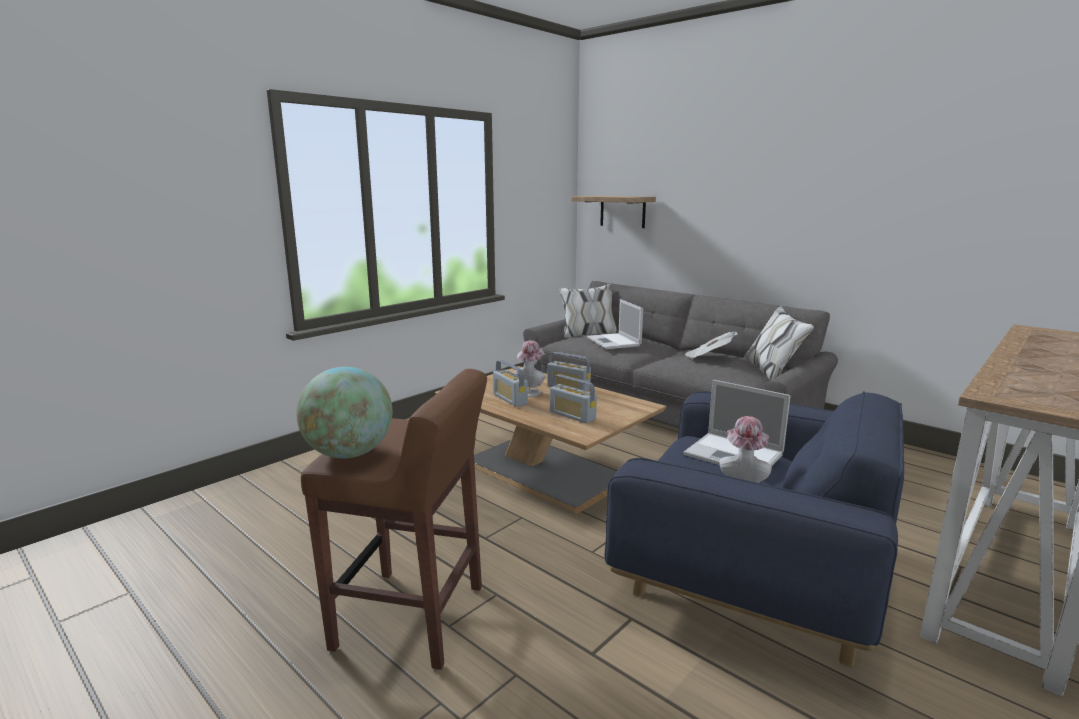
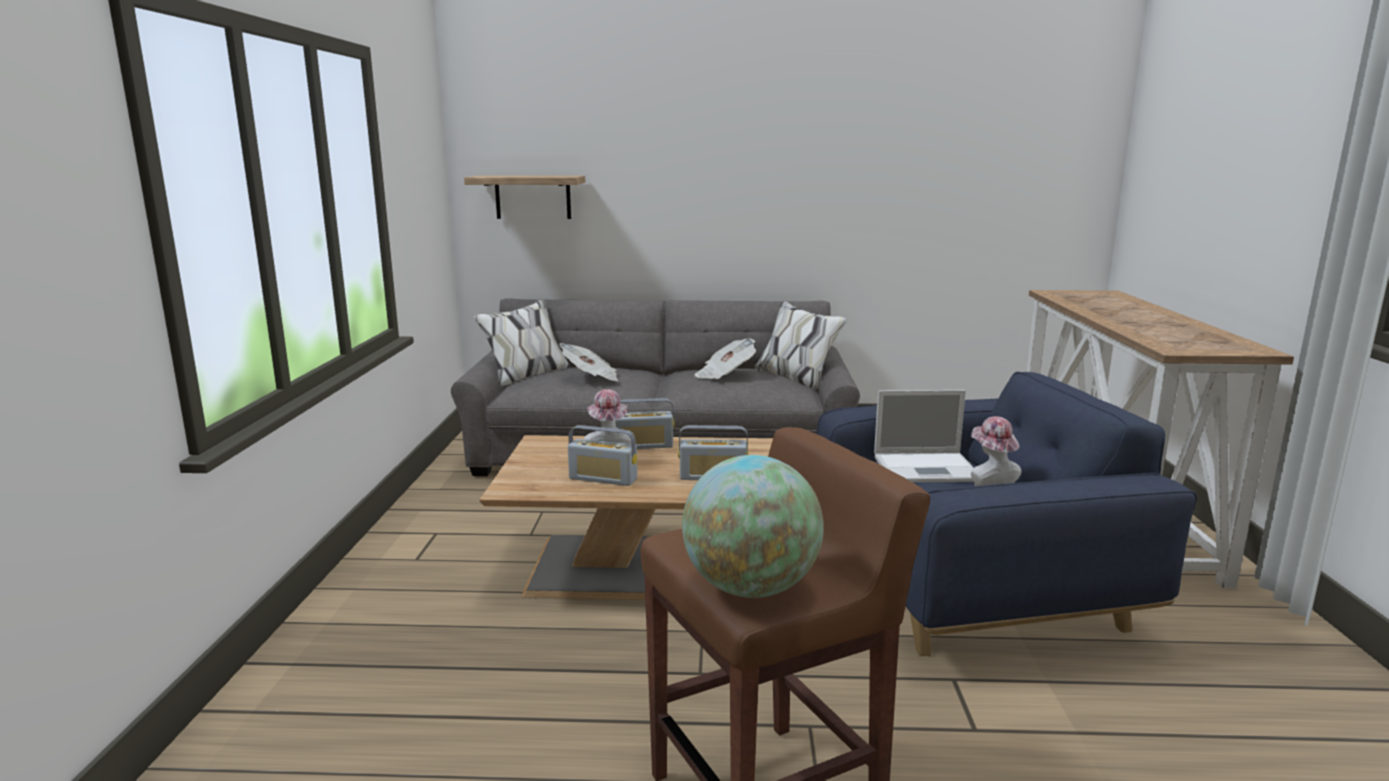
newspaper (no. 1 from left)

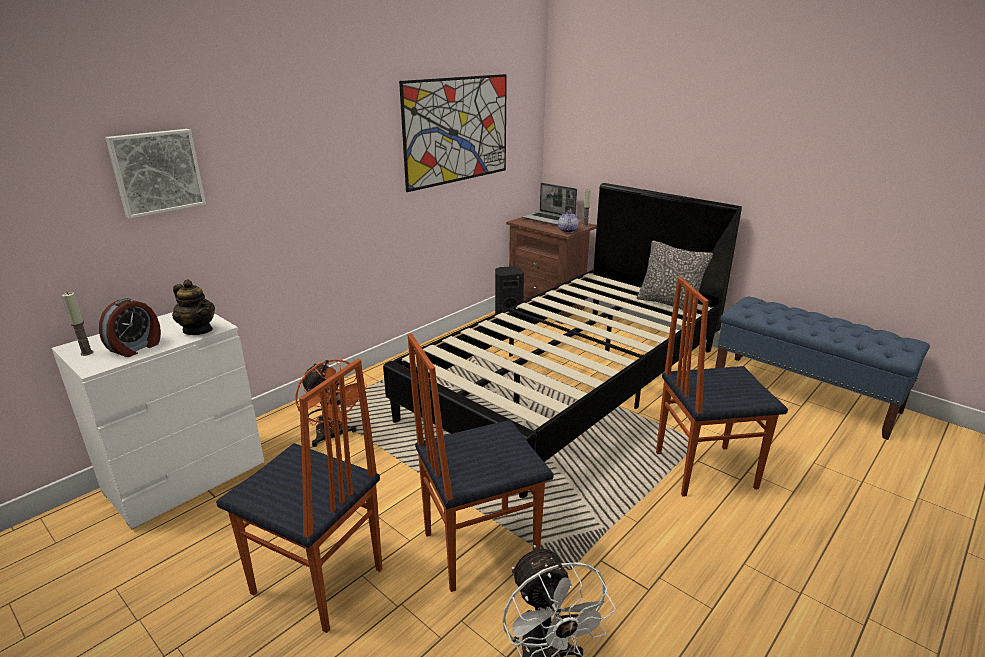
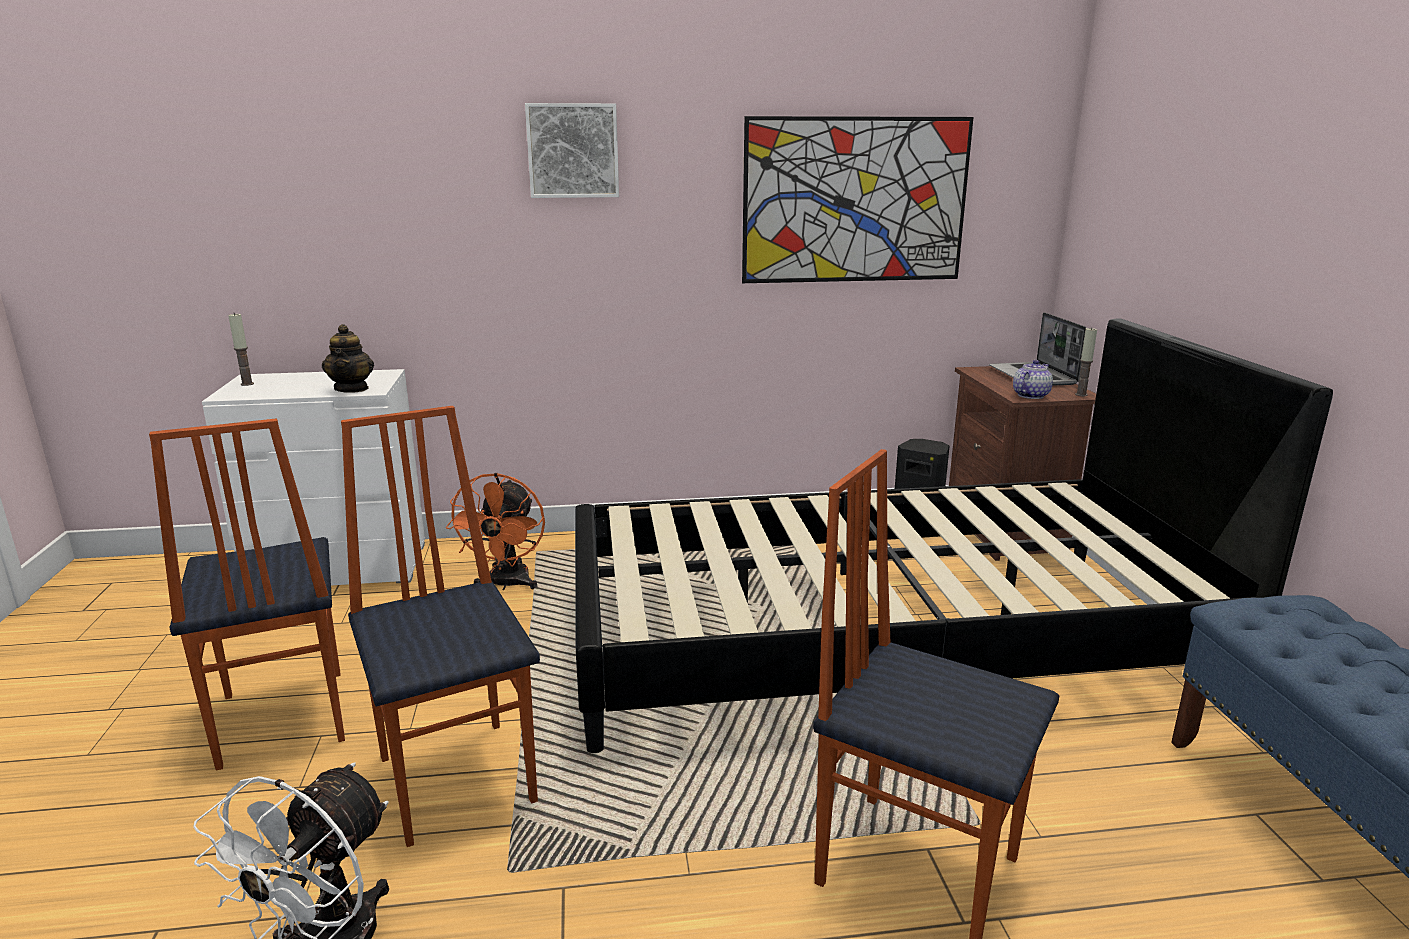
picture (no. 1 from left)
pillow
alarm clock
chair (no. 2 from left)

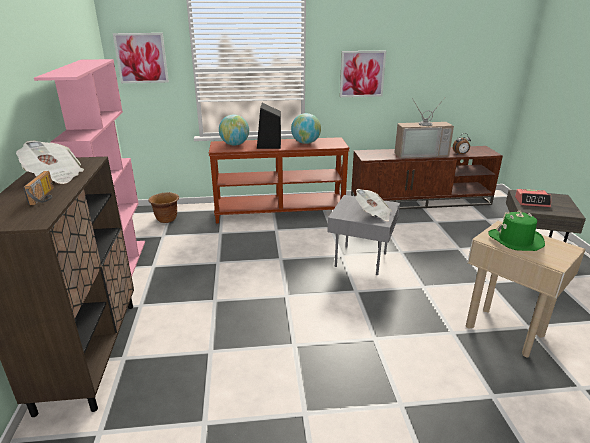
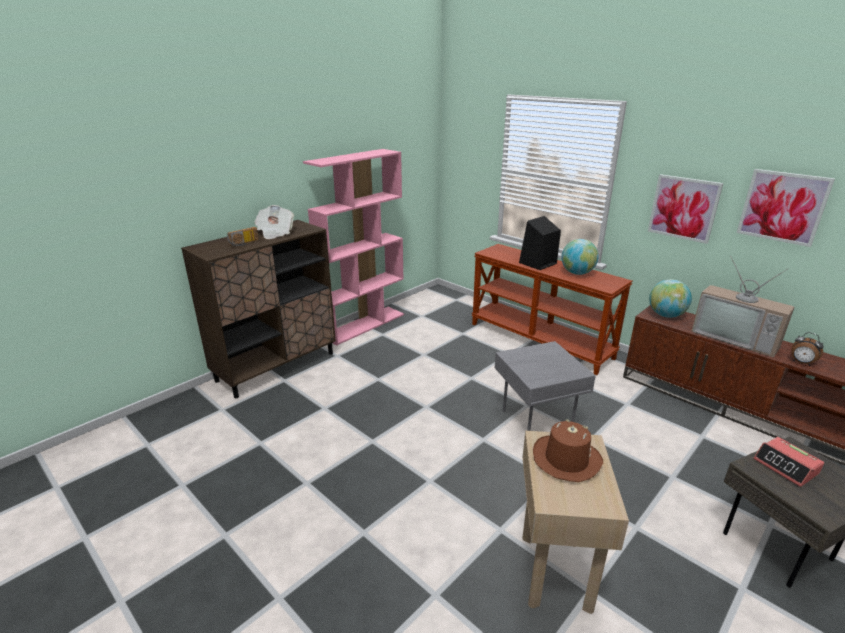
picture (no. 2 from left)
globe (no. 2 from left)
newspaper (no. 2 from left in the first image)
brown planter
brown hat

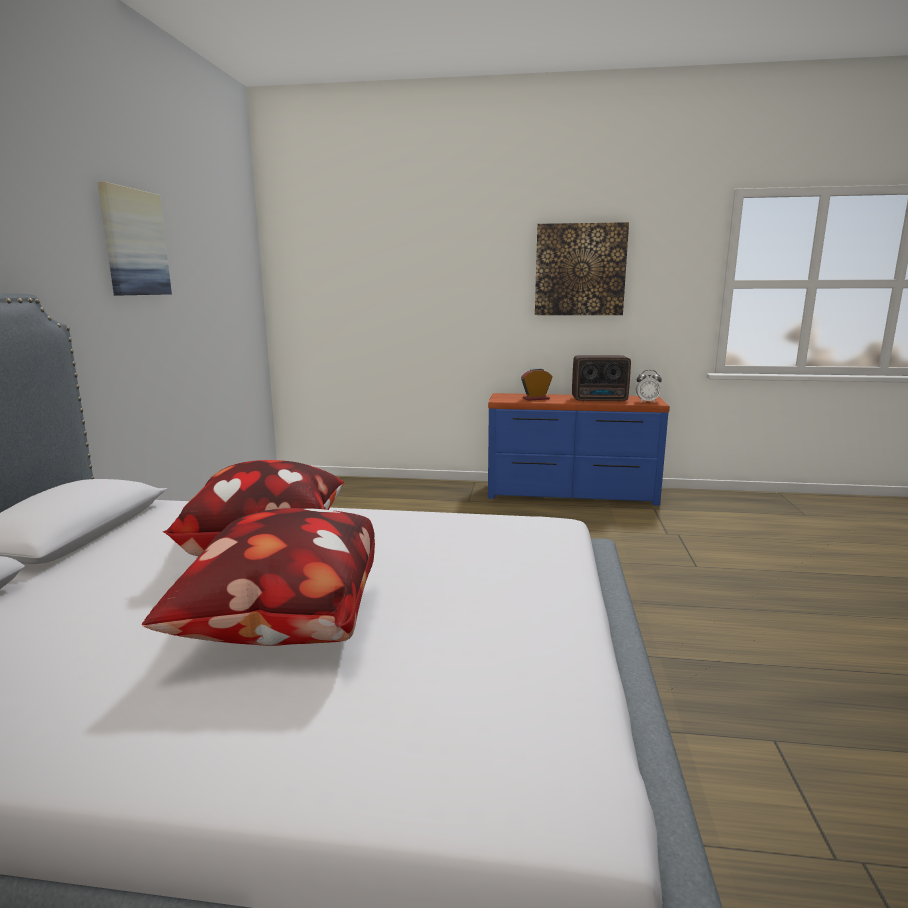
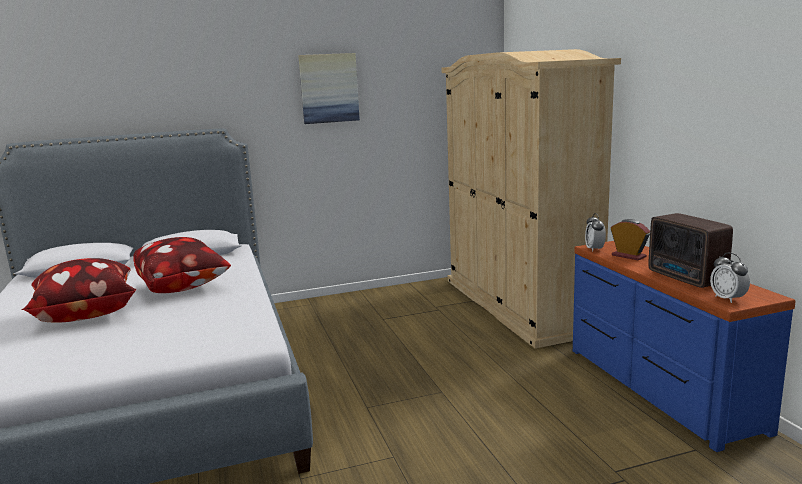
picture (no. 2 from left in the first image)
beige wardrobe
alarm clock (no. 1 from left)

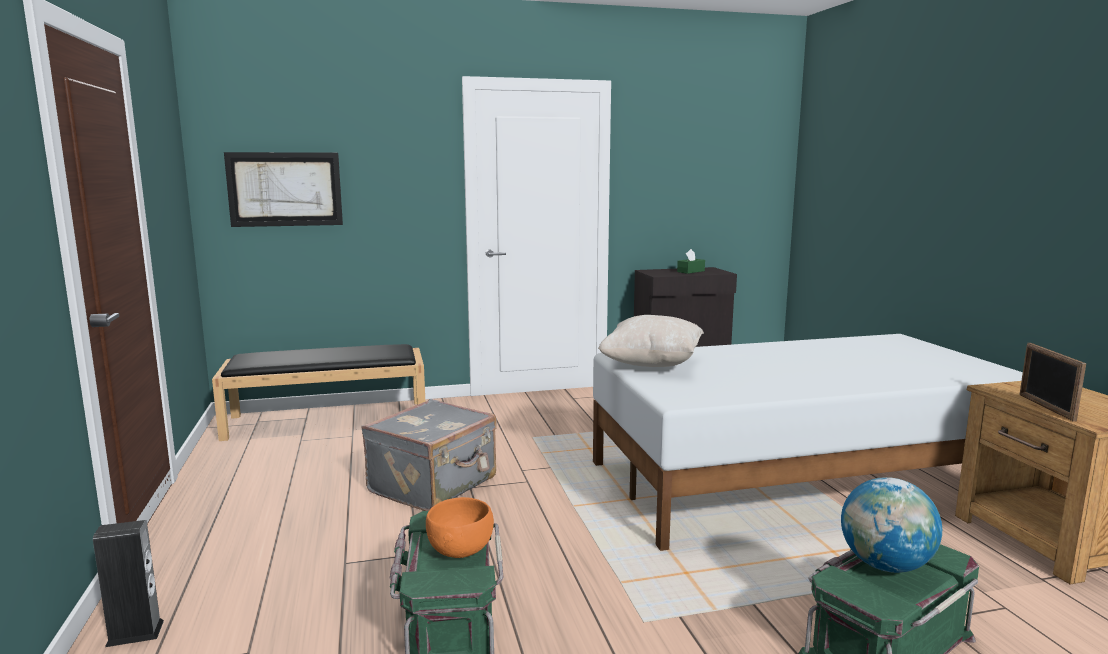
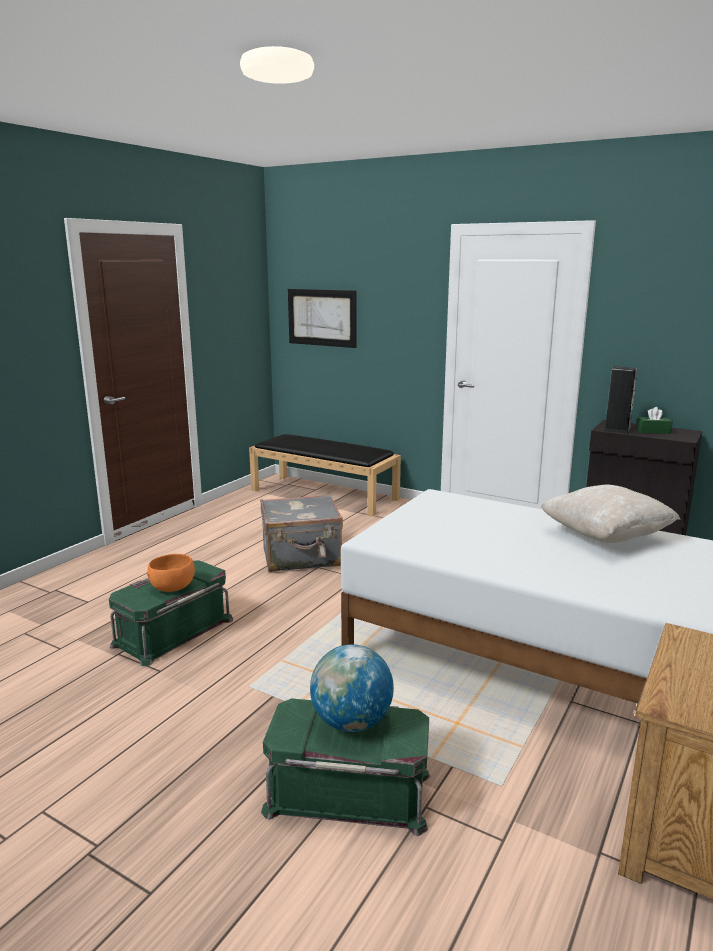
beige pillow
picture frame
speaker

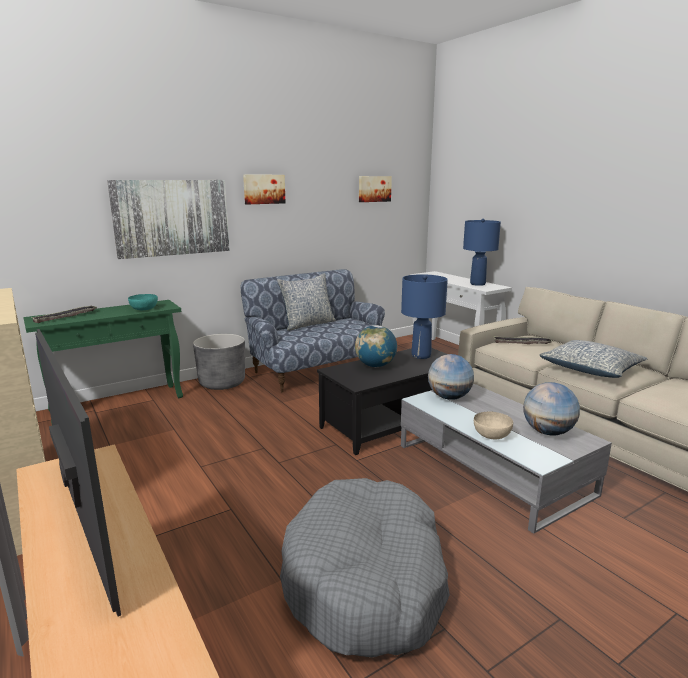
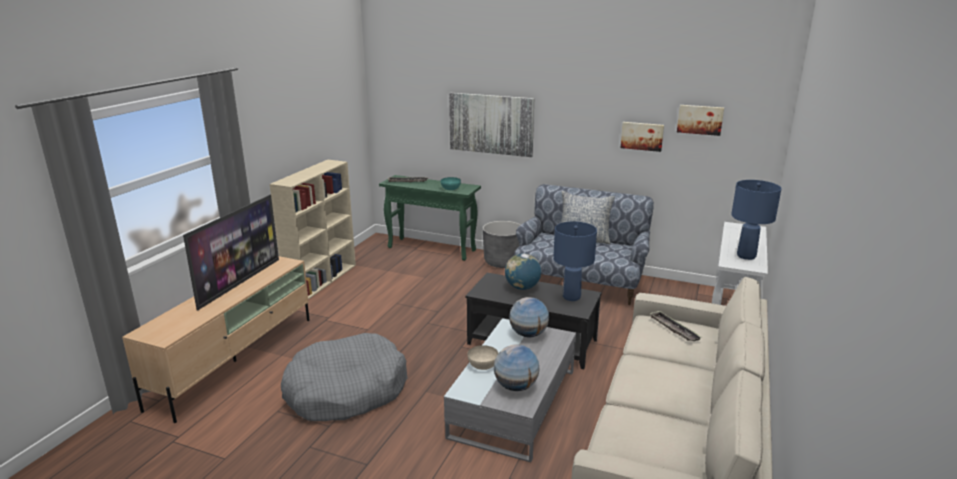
picture (no. 2 from left)
pillow (no. 2 from left in the first image)

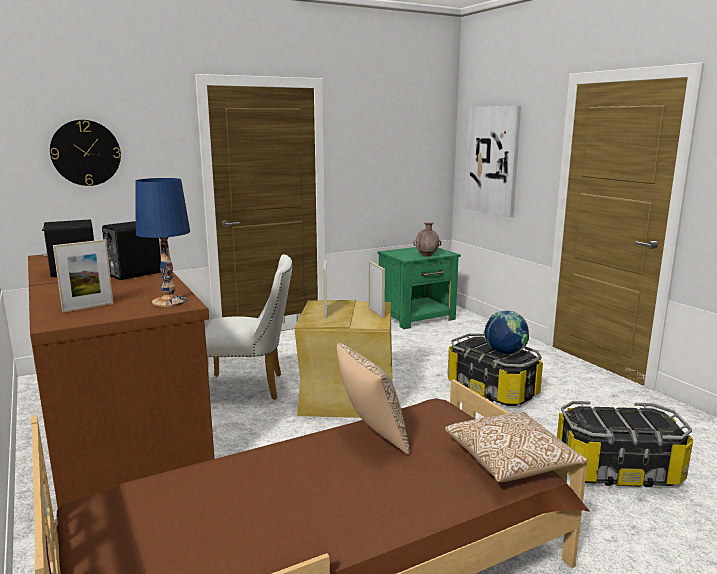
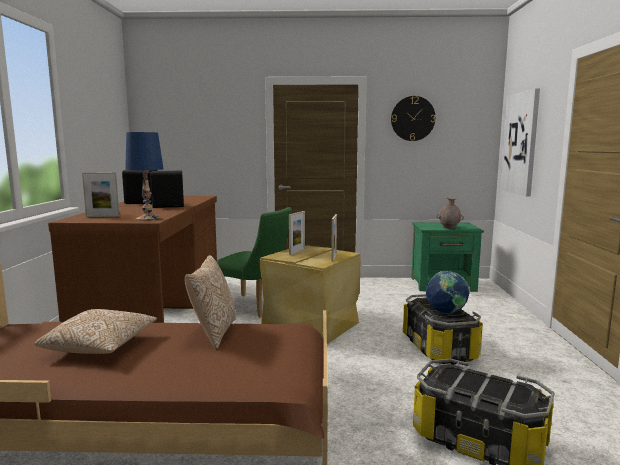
wall clock
green chair
pillow (no. 1 from left)

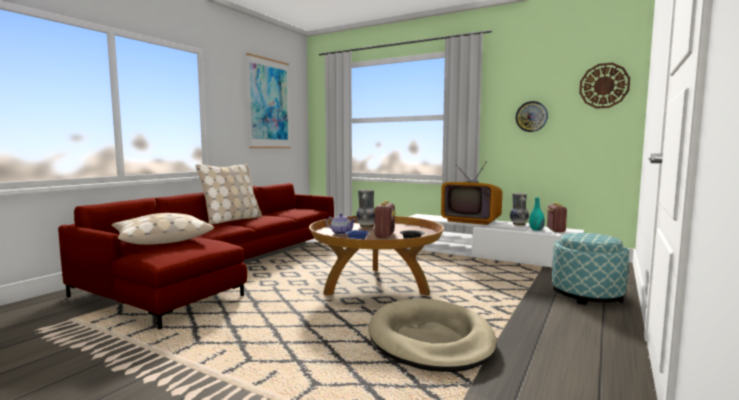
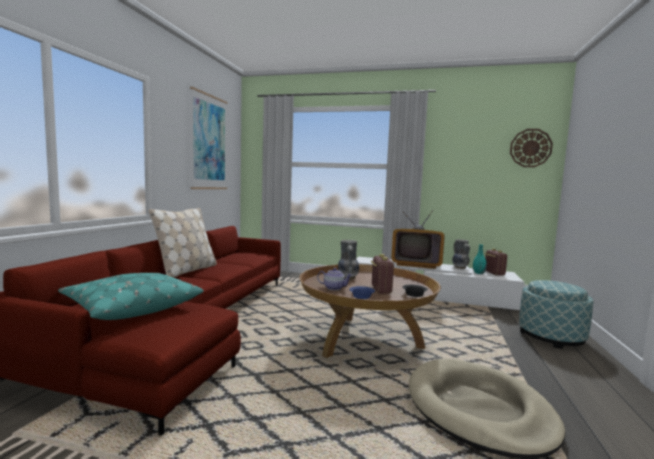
wall clock (no. 1 from left in the first image)
turquoise pillow

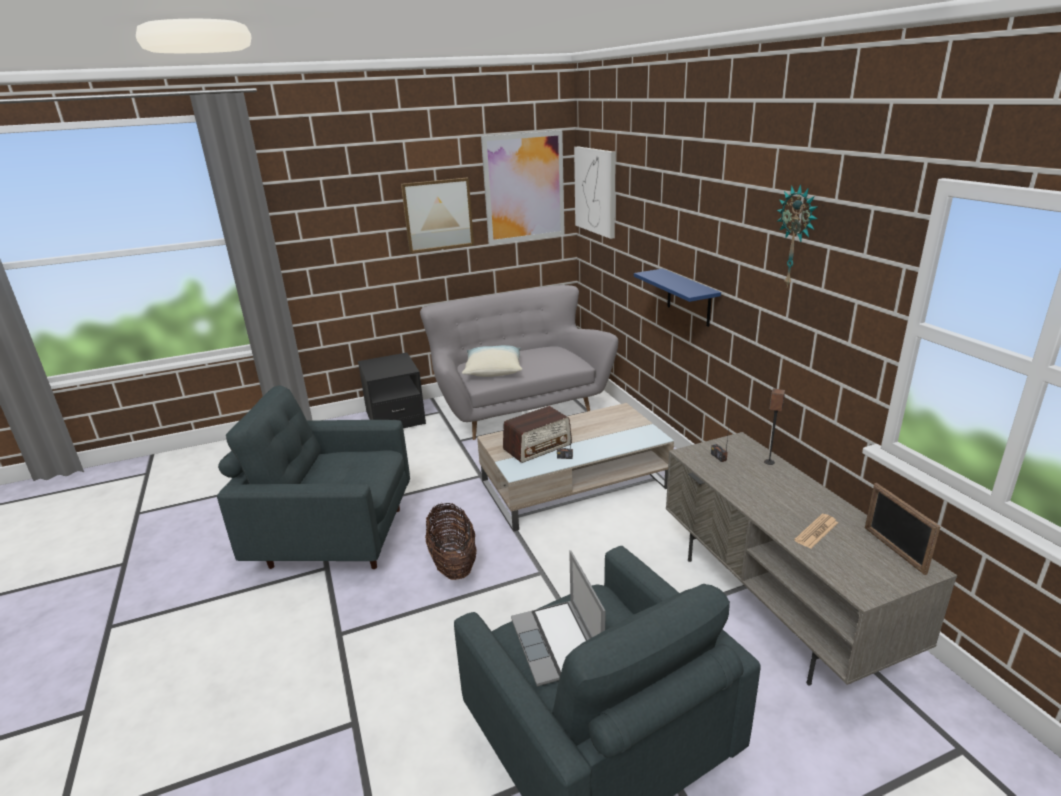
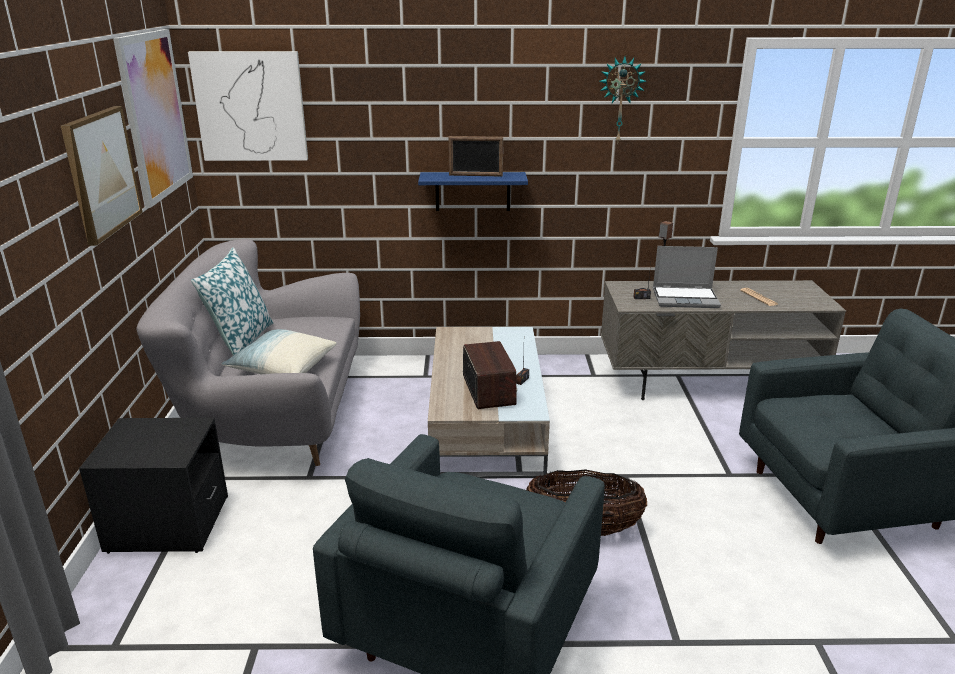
picture frame
laptop
pillow (no. 1 from left)

